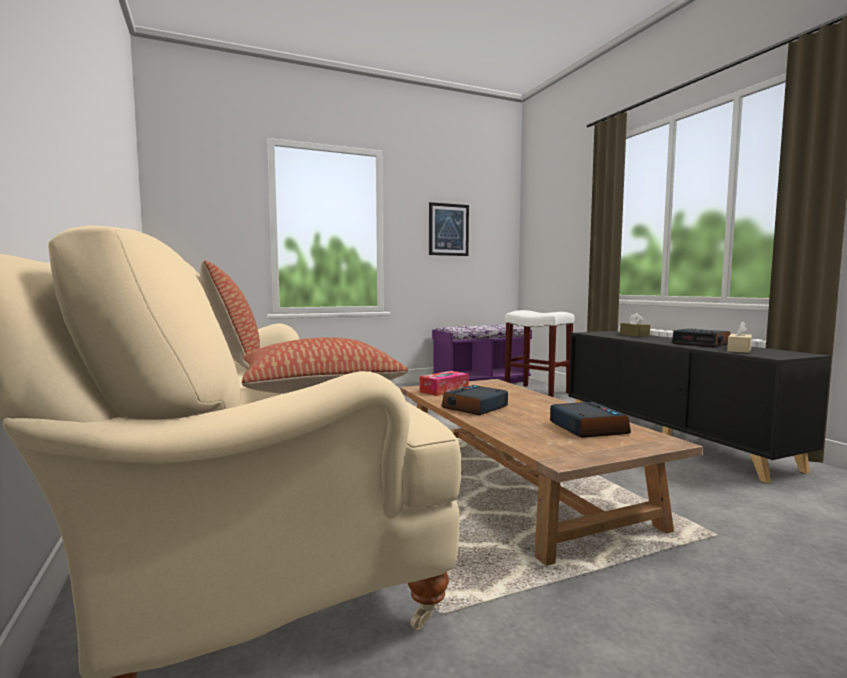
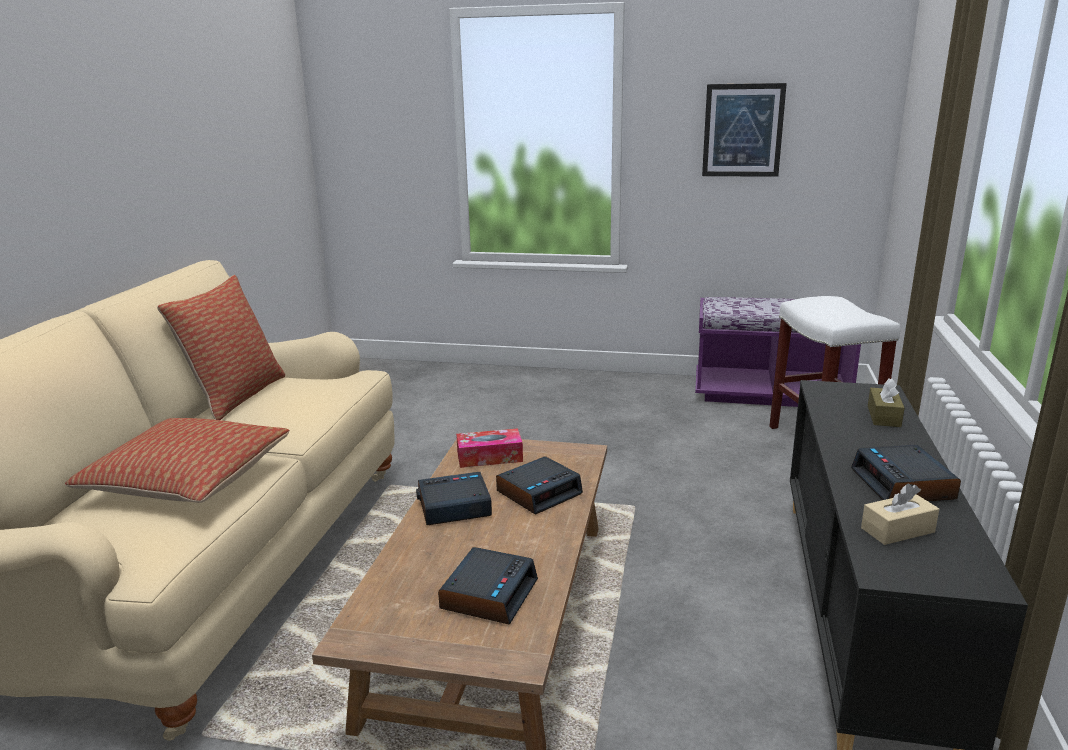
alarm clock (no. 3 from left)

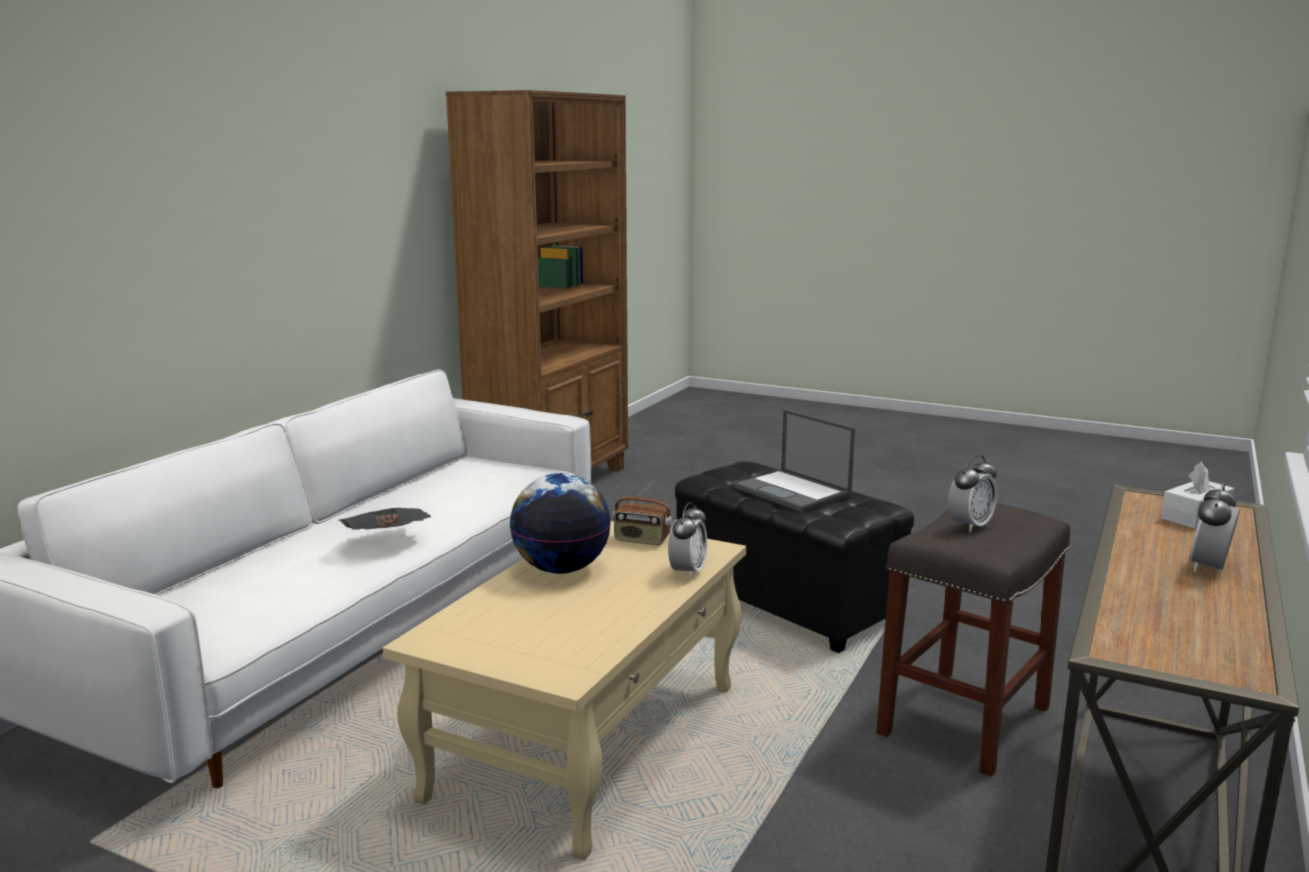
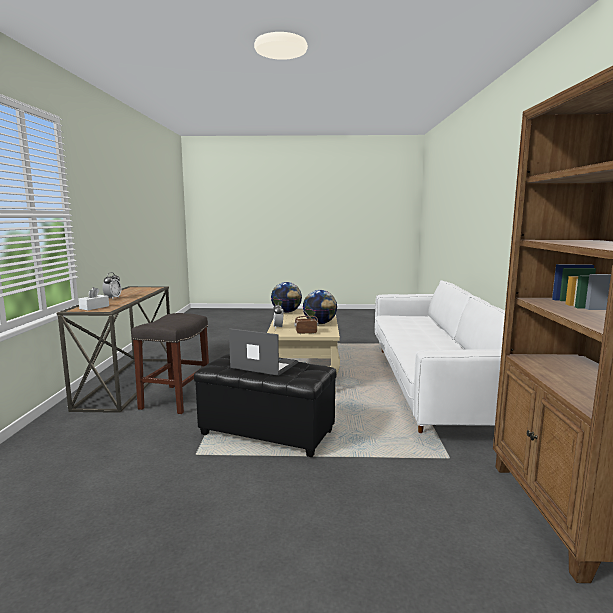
alarm clock (no. 2 from left in the first image)
newspaper
globe (no. 1 from left)

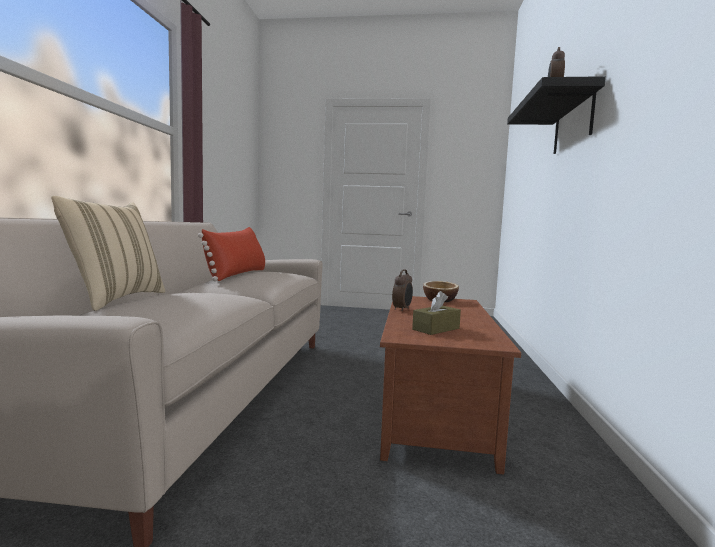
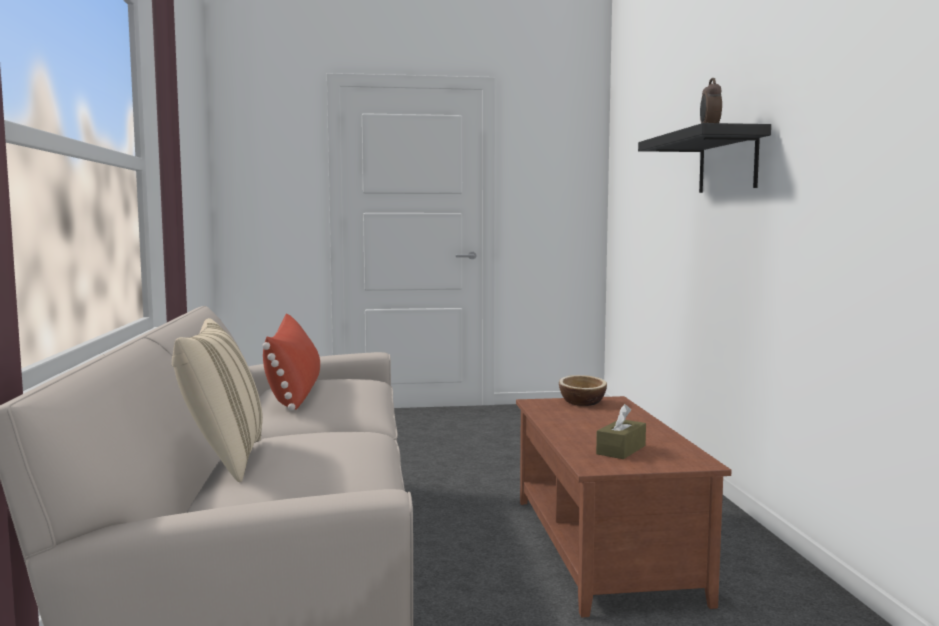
alarm clock (no. 1 from left in the first image)

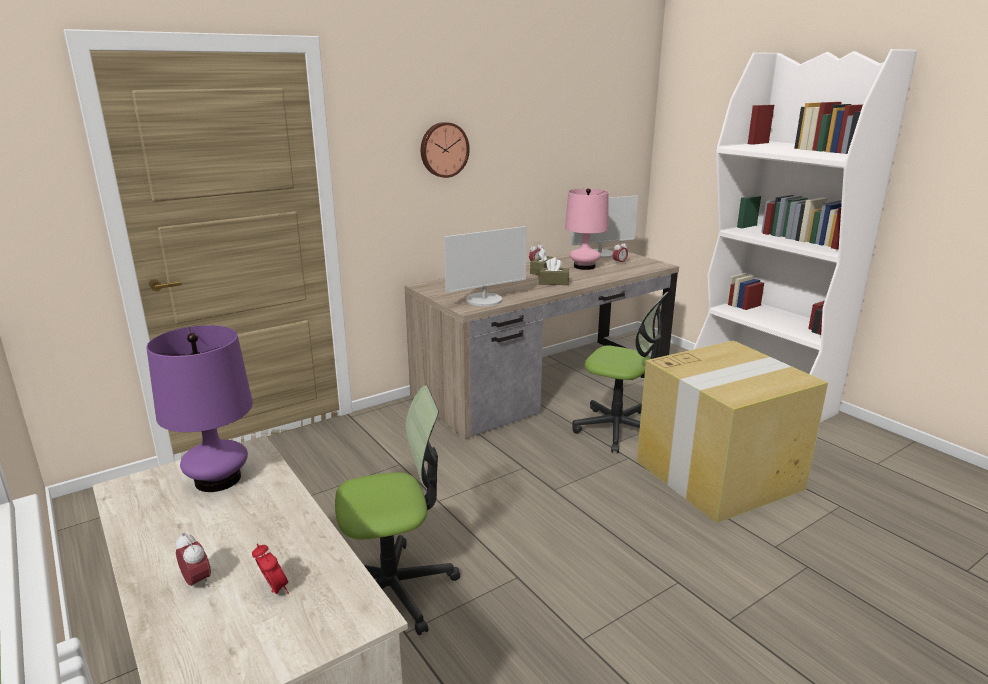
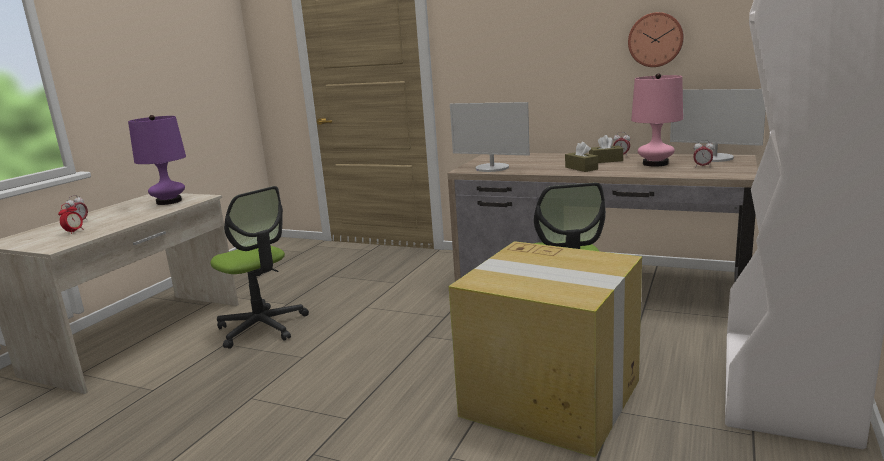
wall clock

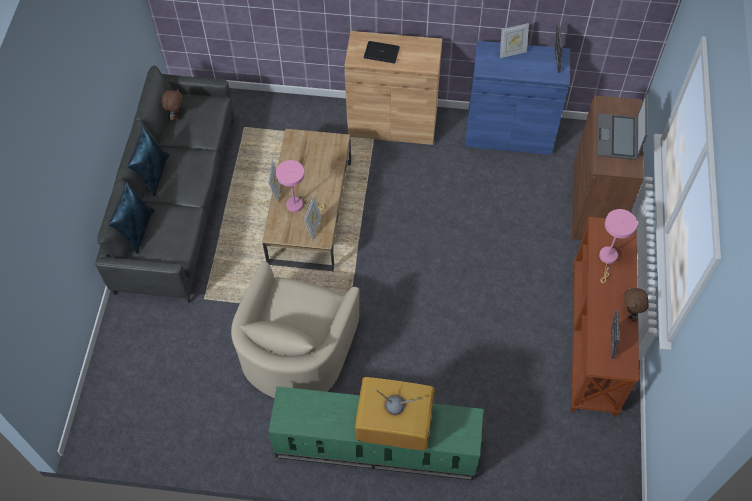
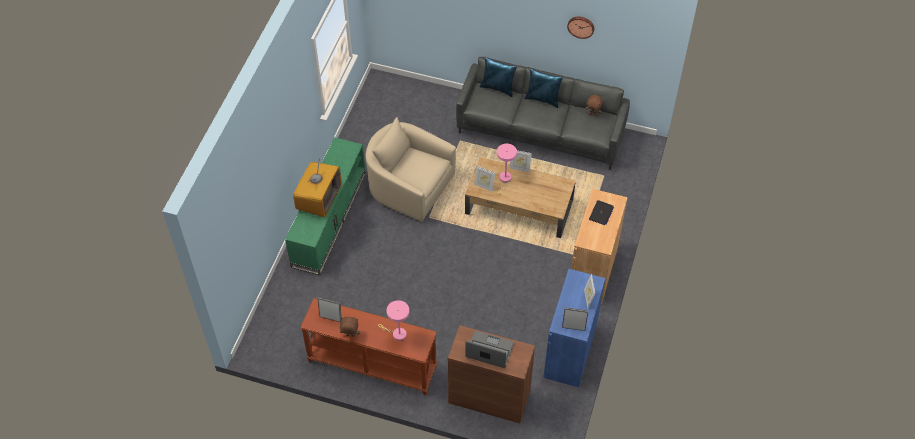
wall clock

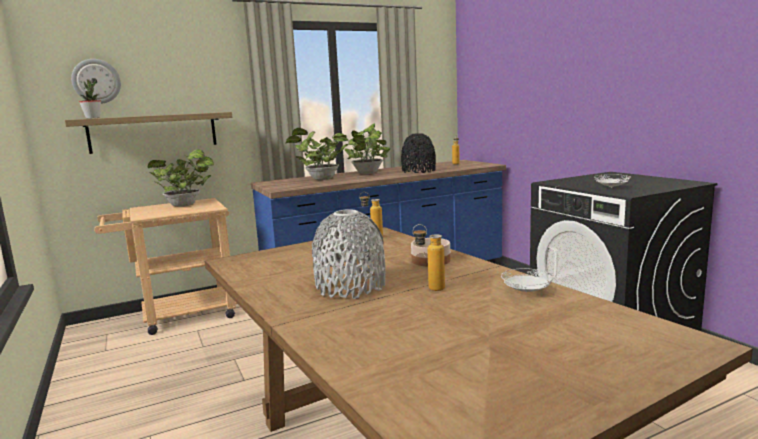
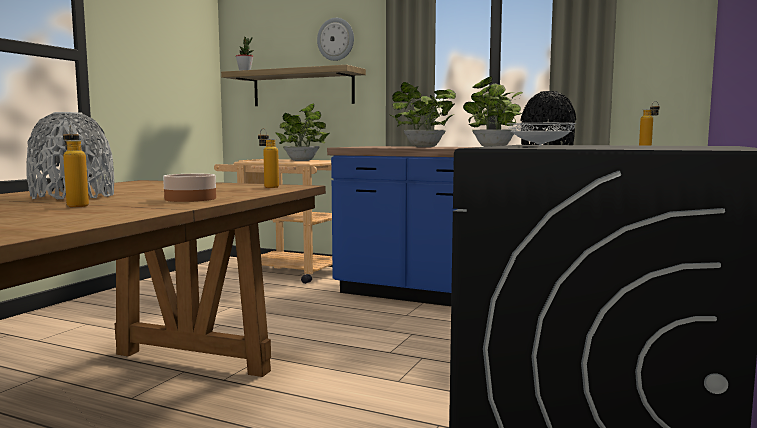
wall clock
white plate (no. 1 from left in the first image)

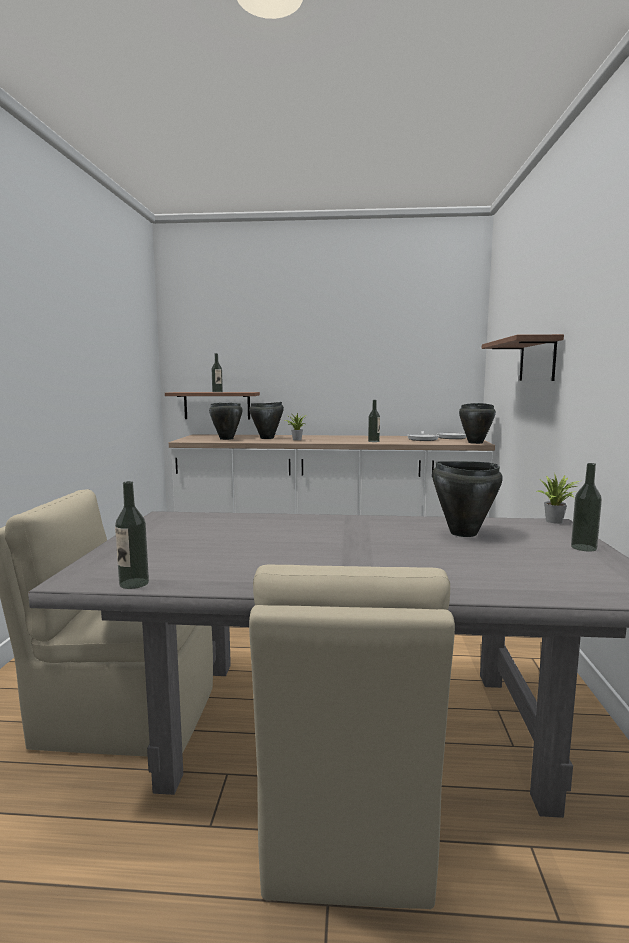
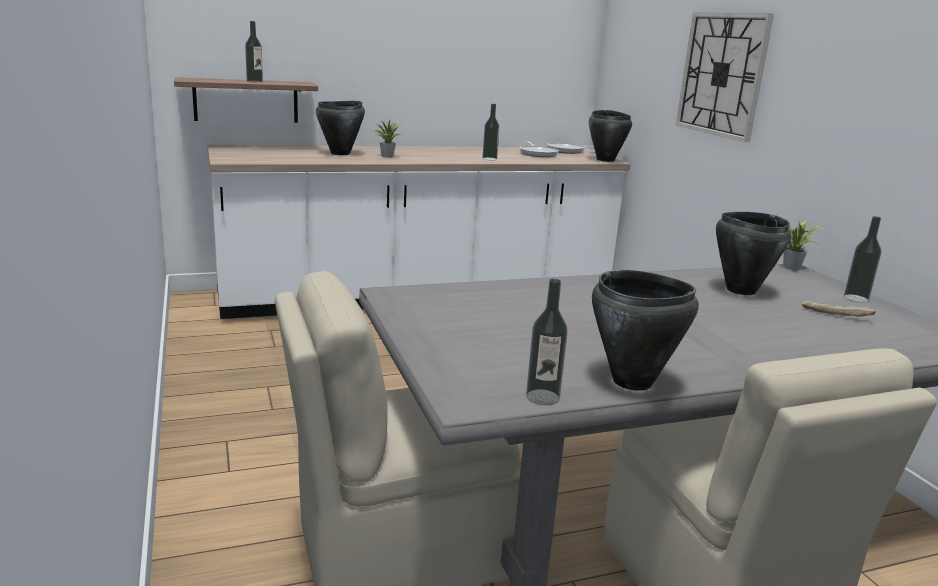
wall clock
black cooking pot (no. 3 from left)
bread

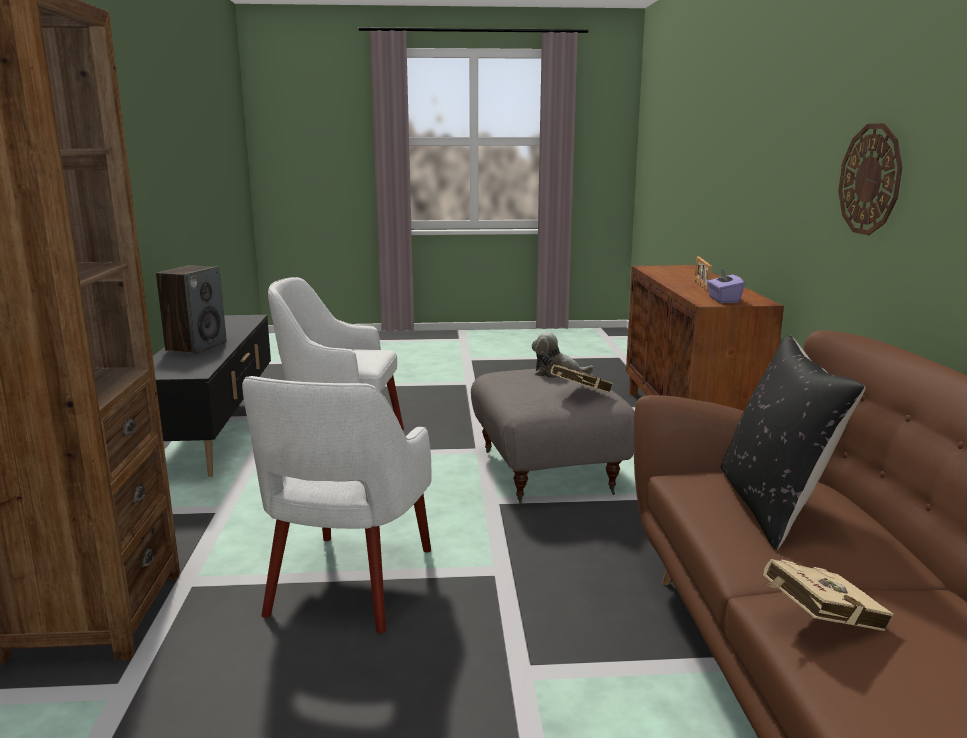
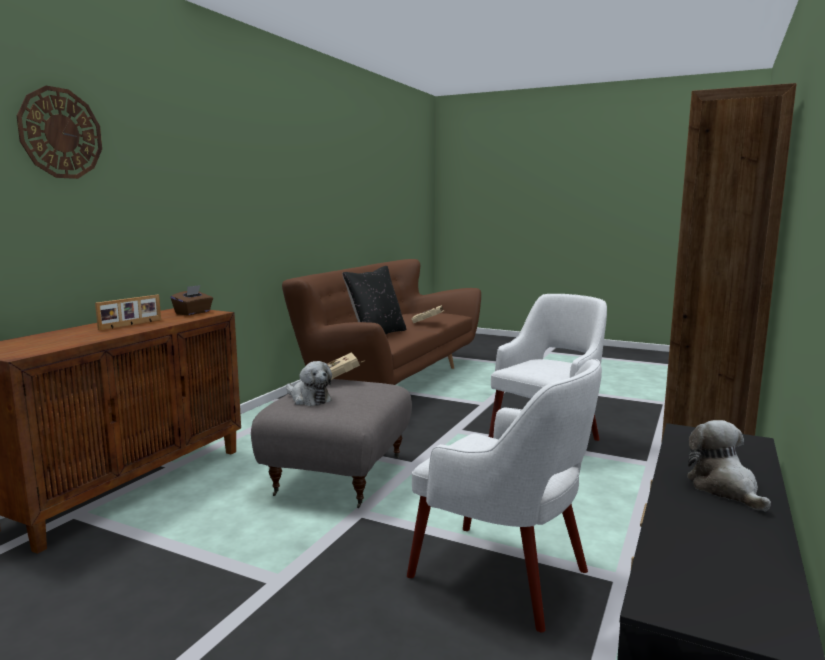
wall clock
plush toy (no. 2 from left)
brown tissue box

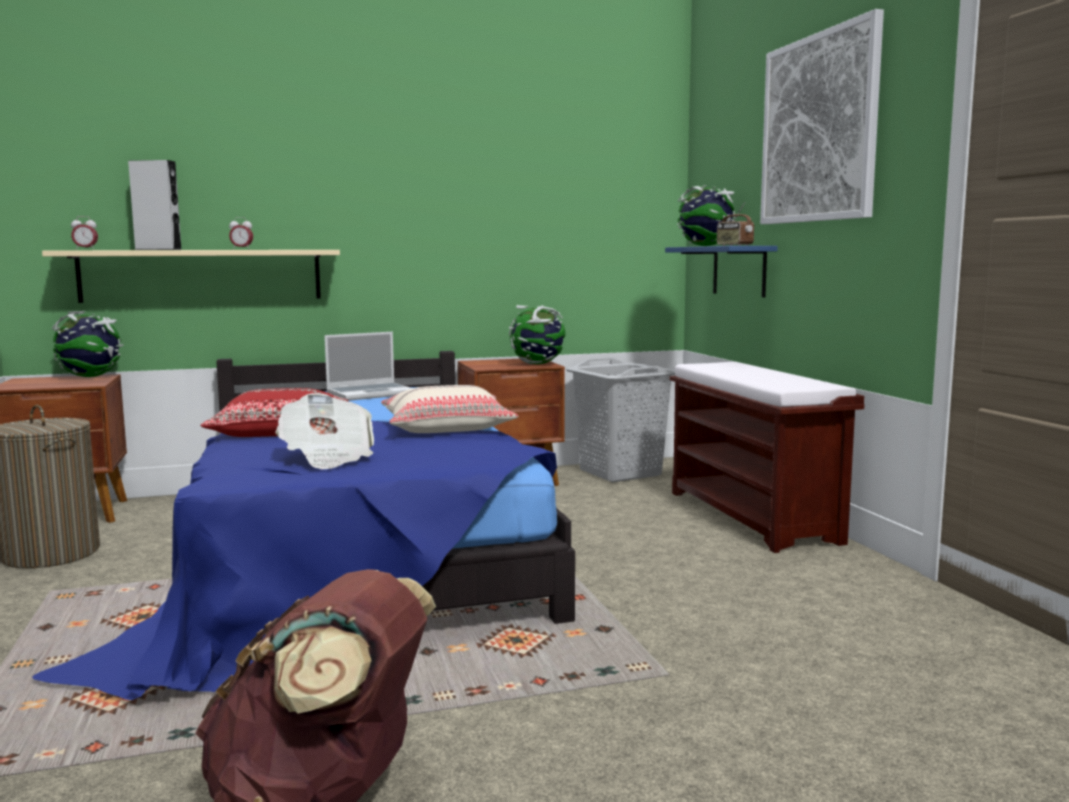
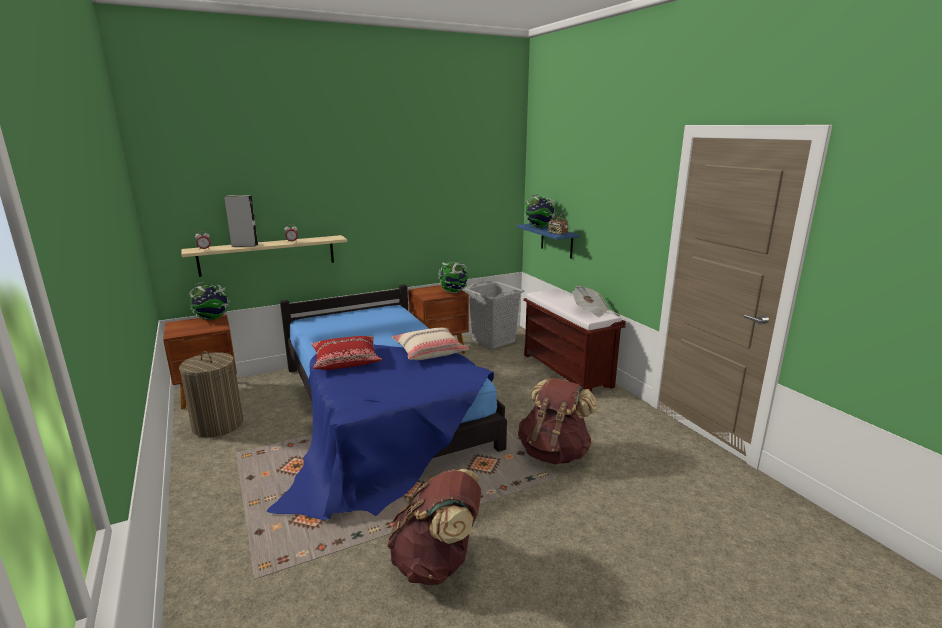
picture
laptop
newspaper
brown backpack (no. 2 from left)

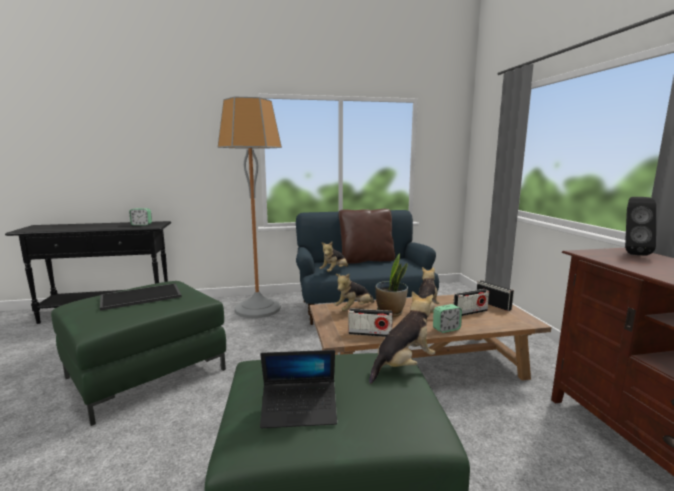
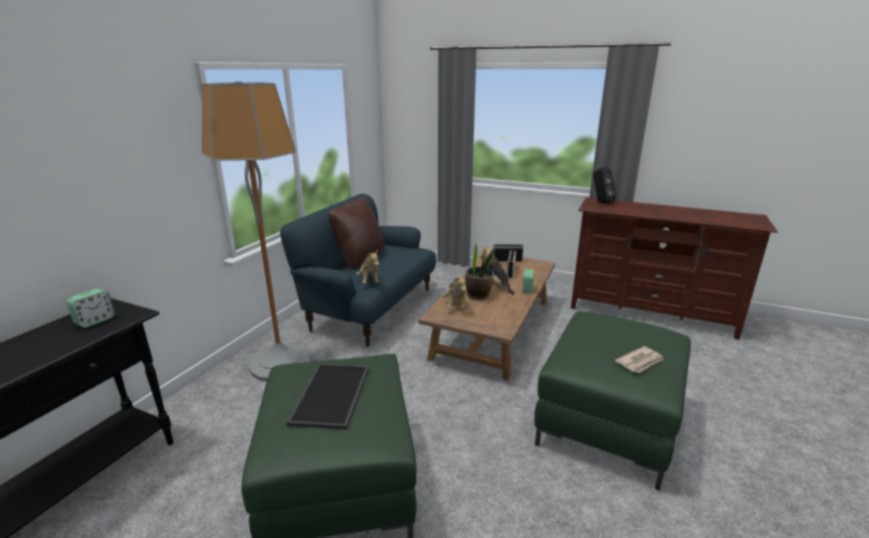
plush toy (no. 3 from left in the first image)
radio (no. 1 from left in the first image)
newspaper

